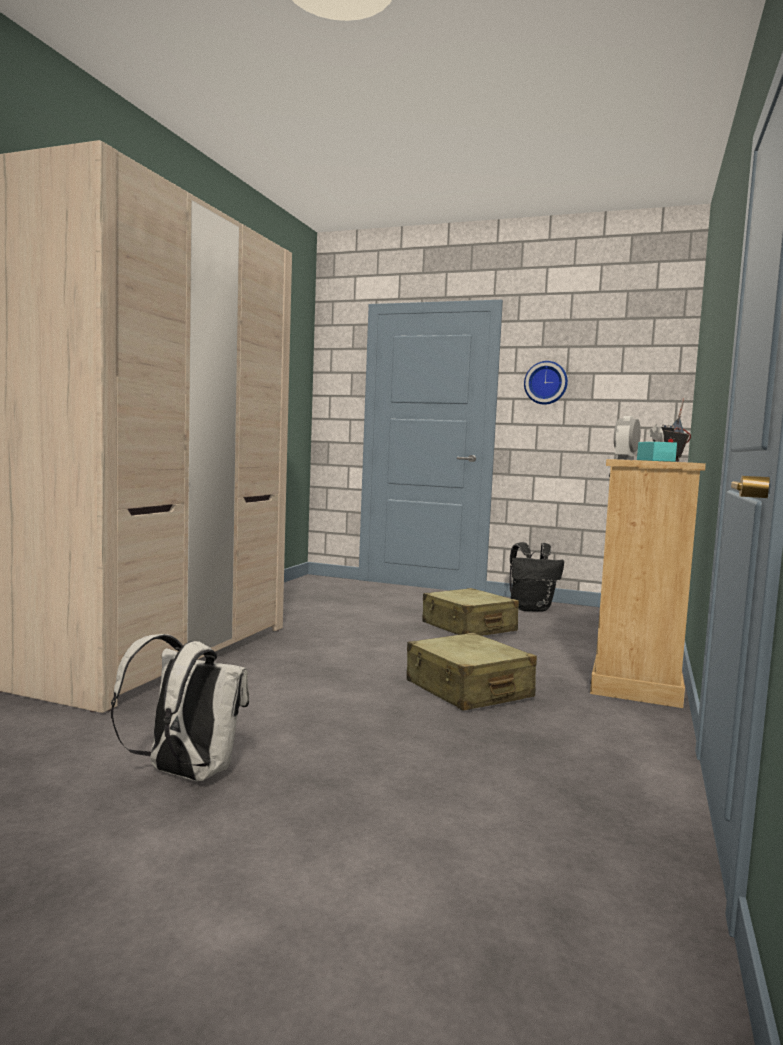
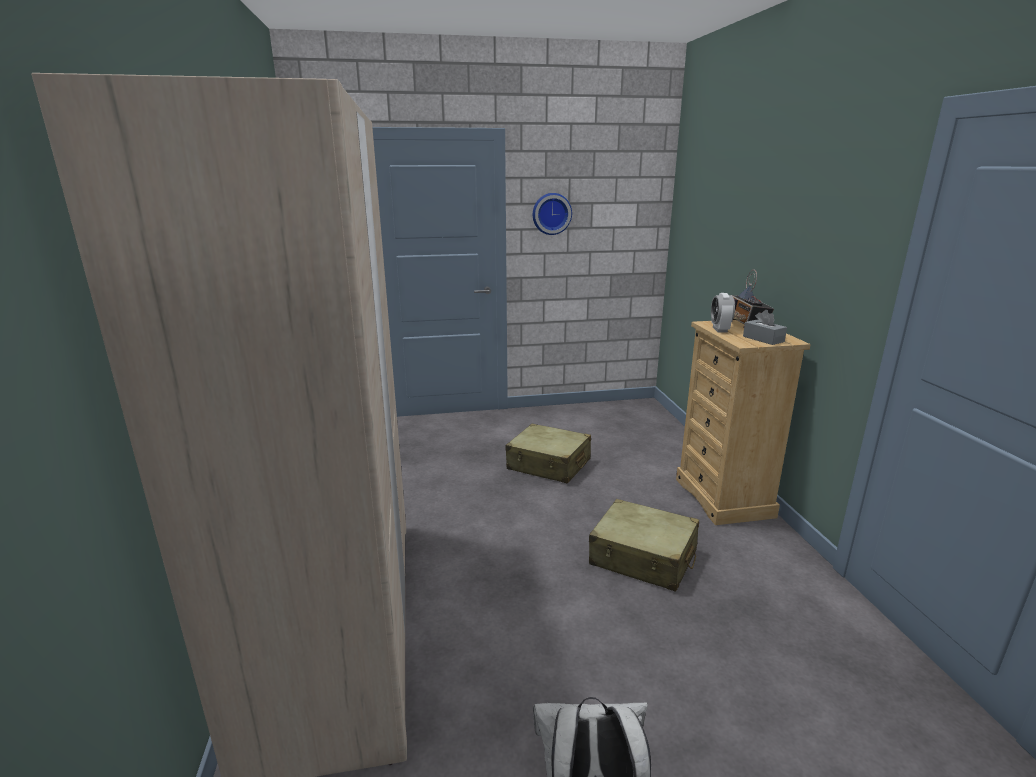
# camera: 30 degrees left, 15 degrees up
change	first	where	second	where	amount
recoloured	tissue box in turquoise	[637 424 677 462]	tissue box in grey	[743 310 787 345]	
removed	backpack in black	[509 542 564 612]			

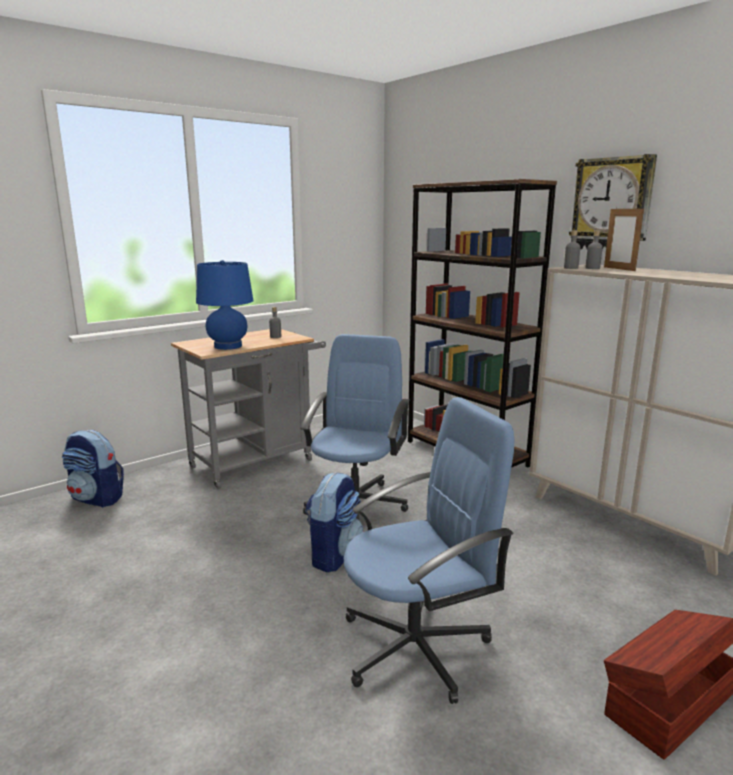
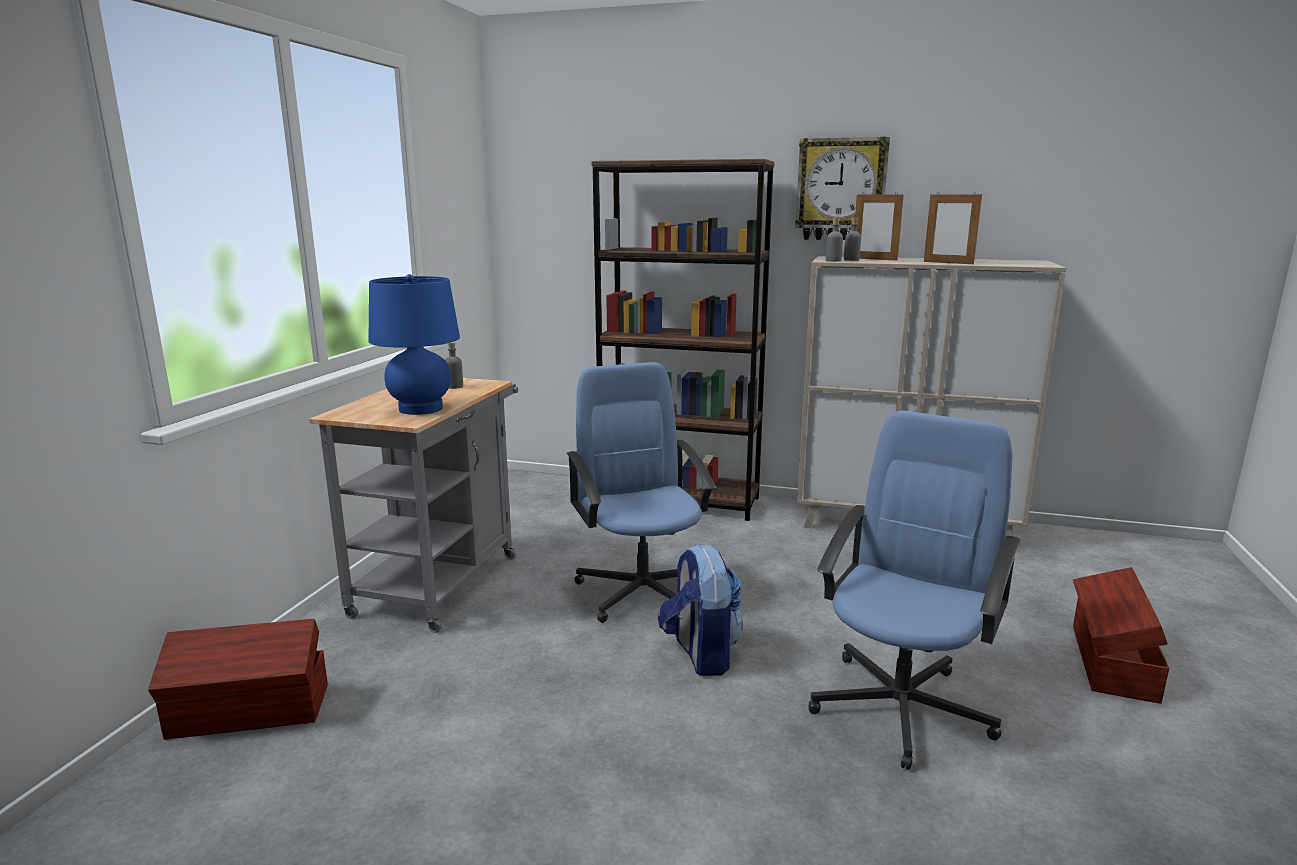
# camera: 35 degrees left, 0 degrees up
change	first	where	second	where	amount
replaced	backpack	[62 430 124 508]	storage box in brown	[148 619 328 740]	
added			picture frame	[924 192 982 264]	

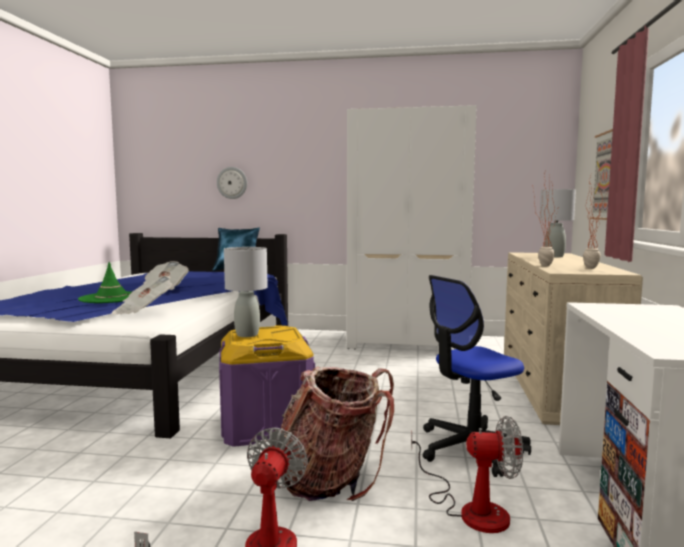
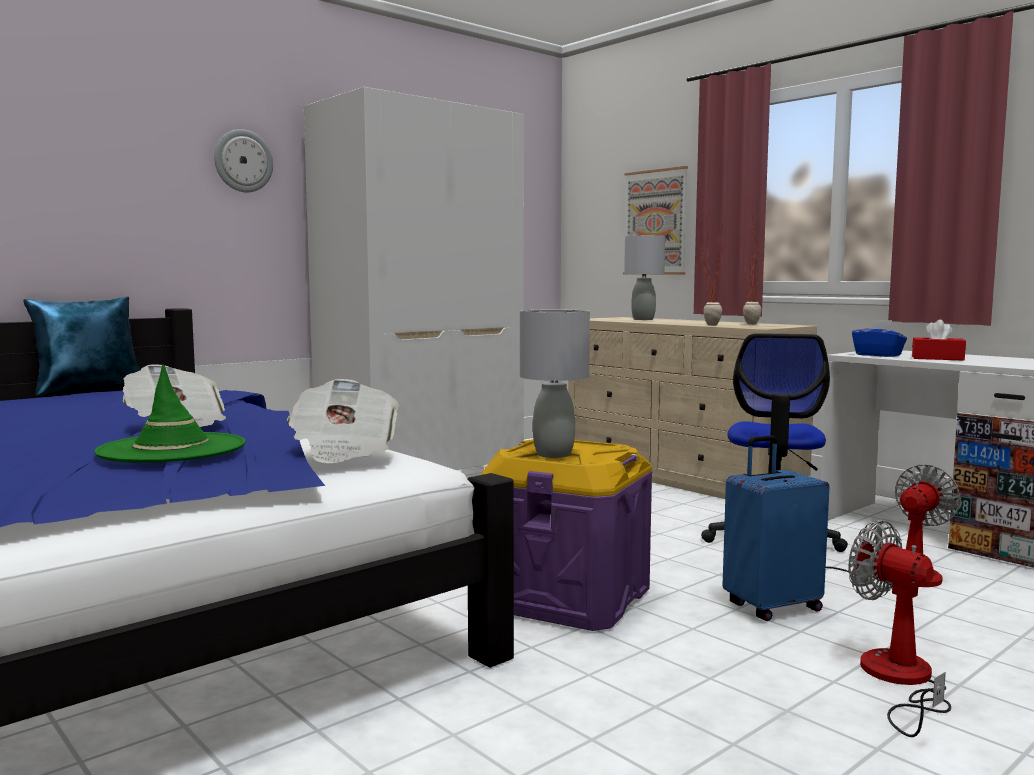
# camera: 50 degrees left, 0 degrees up
change	first	where	second	where	amount
moved	wall clock	[217 167 247 199]		[214 129 273 192]	
replaced	backpack	[281 367 394 501]	suitcase in blue	[722 435 829 621]	
added			tissue box in blue	[852 320 907 357]	
added			tissue box in red	[912 320 966 360]	

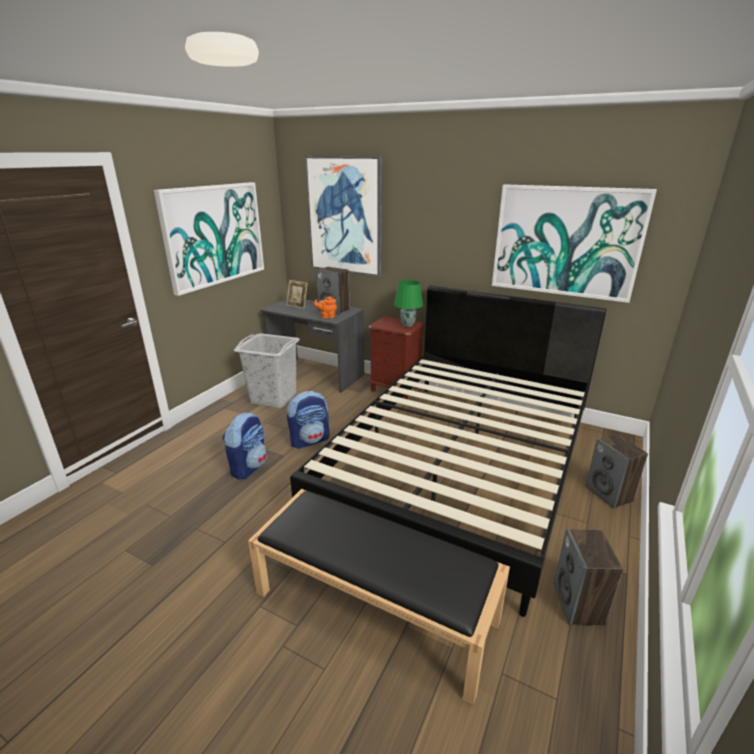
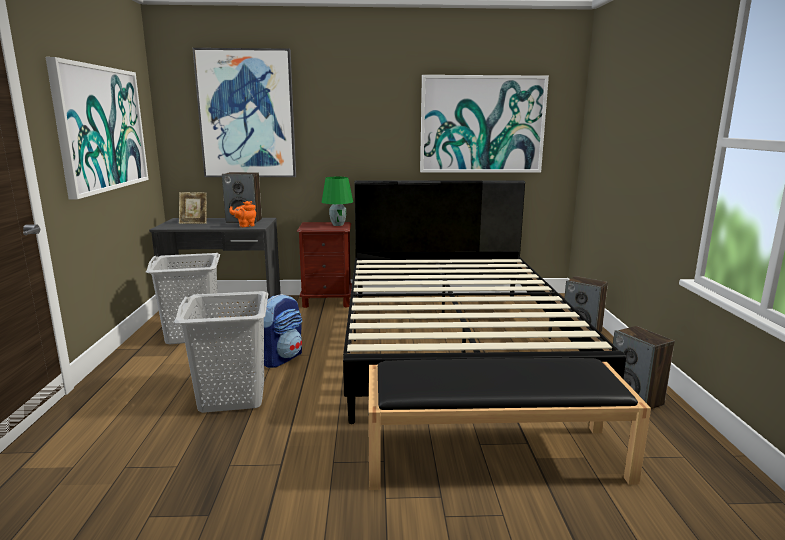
# camera: 30 degrees left, 10 degrees down
change	first	where	second	where	amount
replaced	backpack	[222 412 267 480]	laundry basket in grey	[174 291 268 413]	

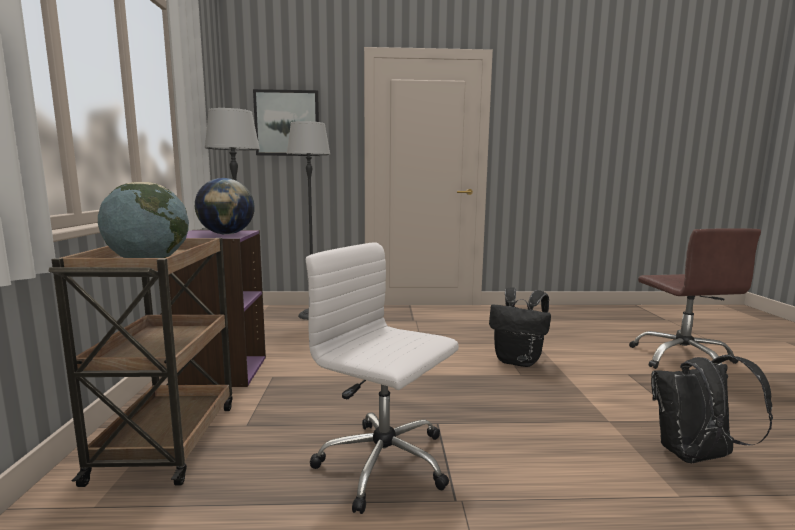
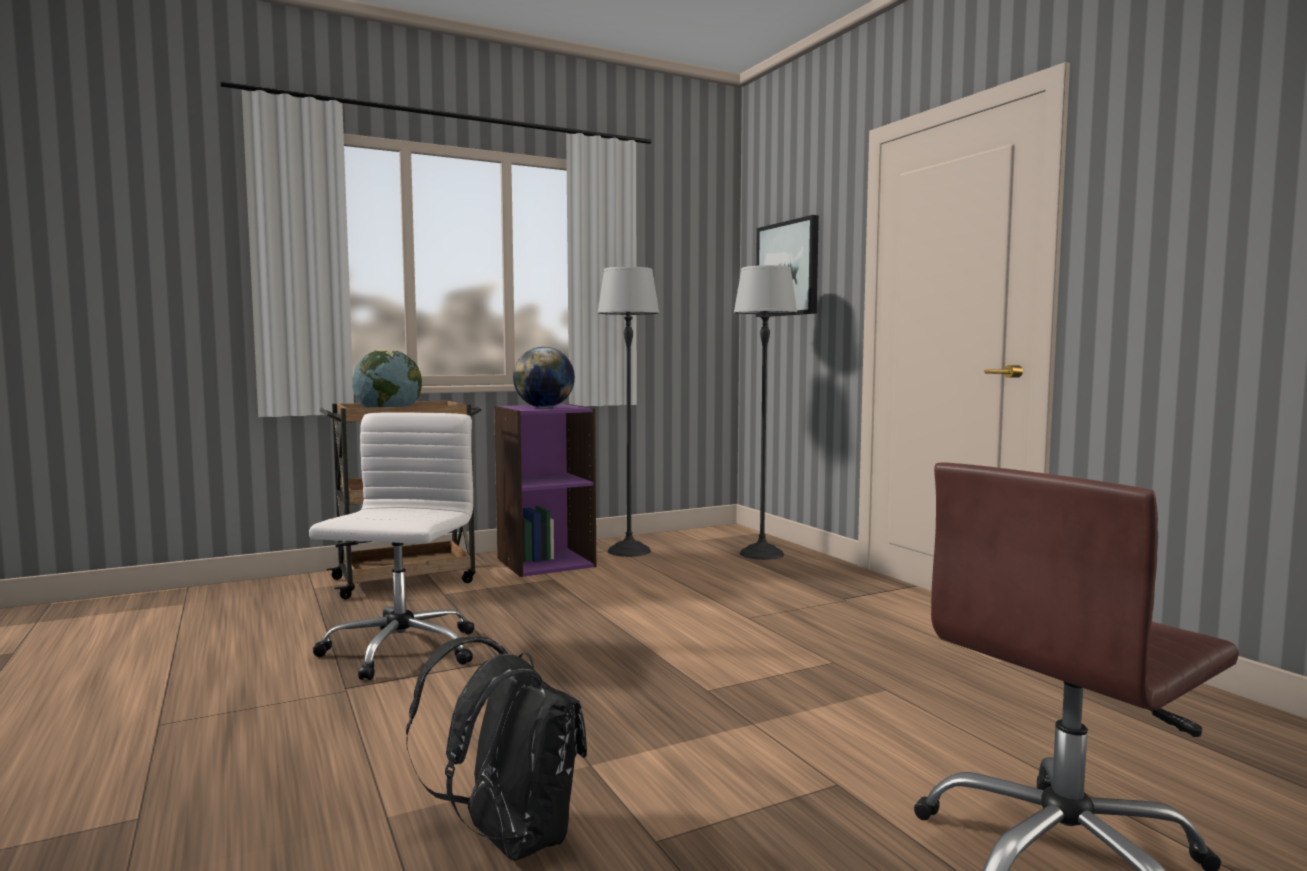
# camera: 65 degrees right, 5 degrees down
change	first	where	second	where	amount
removed	backpack in black	[489 287 551 367]			

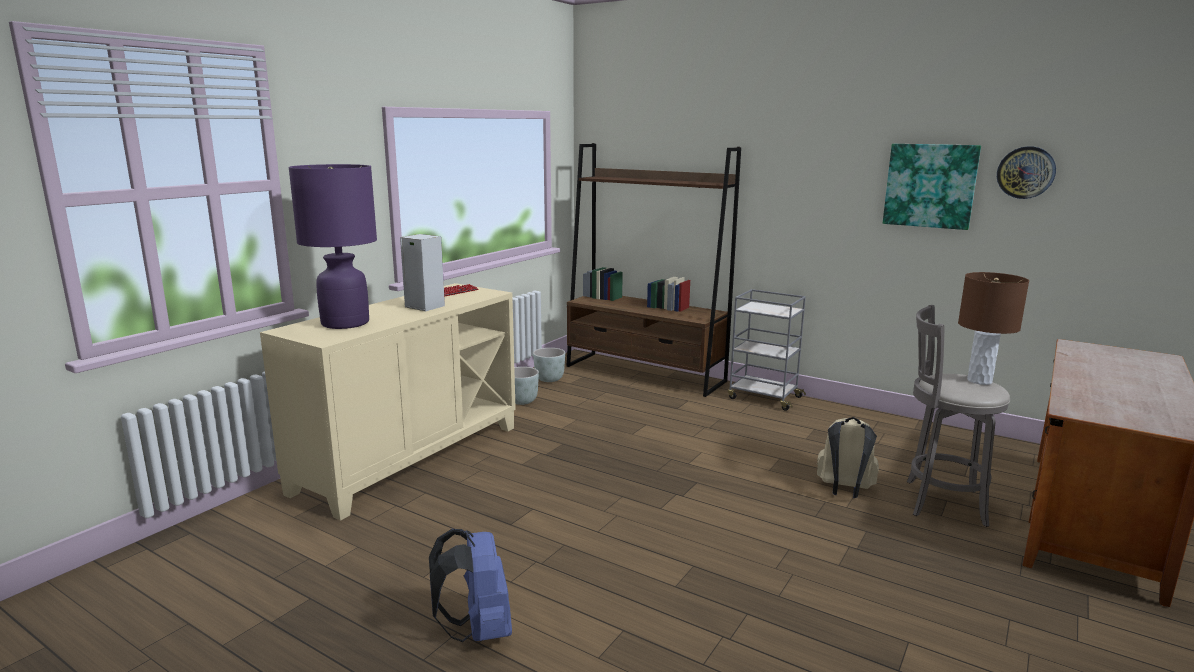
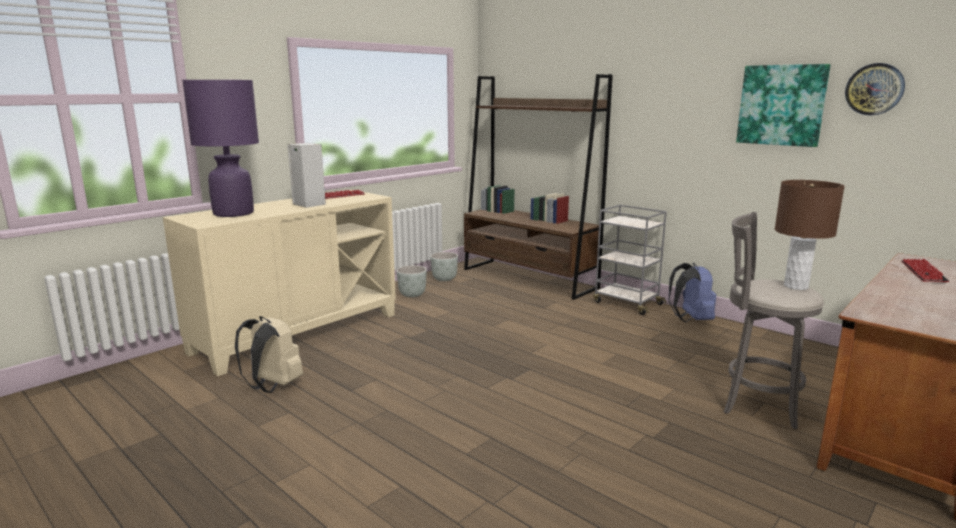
# camera: 10 degrees right, 0 degrees up
change	first	where	second	where	amount
moved	backpack in beige	[817 417 879 498]		[235 316 303 393]	
moved	backpack in blue	[429 529 512 642]		[669 262 716 322]	
added			keyboard	[901 259 949 283]	

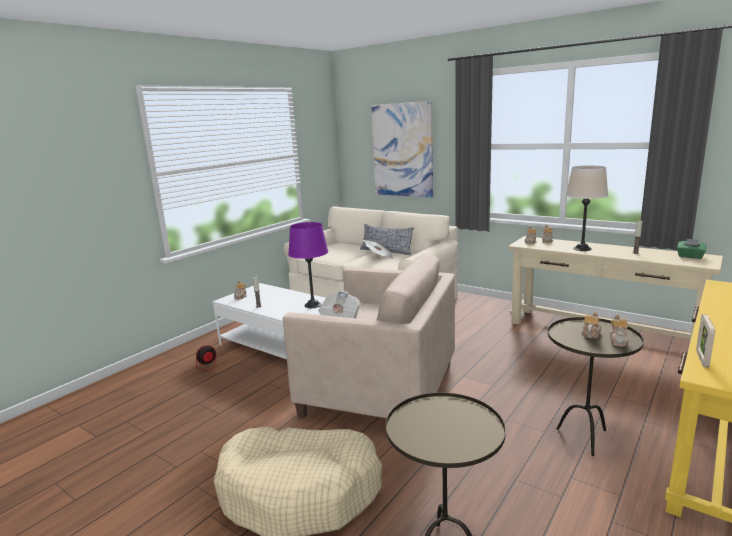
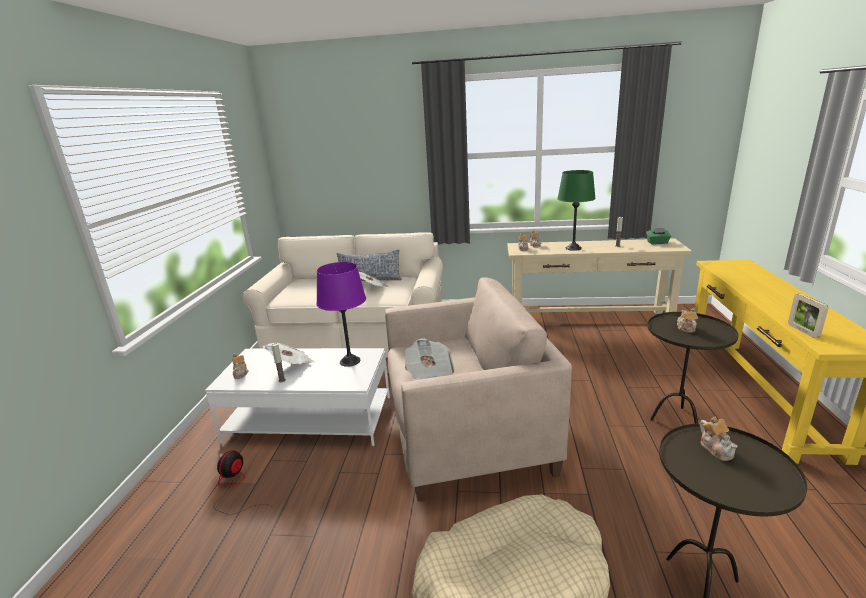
# camera: 30 degrees left, 5 degrees up
change	first	where	second	where	amount
removed	picture	[371 101 433 198]			
recoloured	table lamp in beige	[565 166 608 251]	table lamp in green	[557 170 596 251]	
moved	teapot	[610 315 628 347]		[700 417 738 461]	
added			newspaper	[263 343 315 365]	

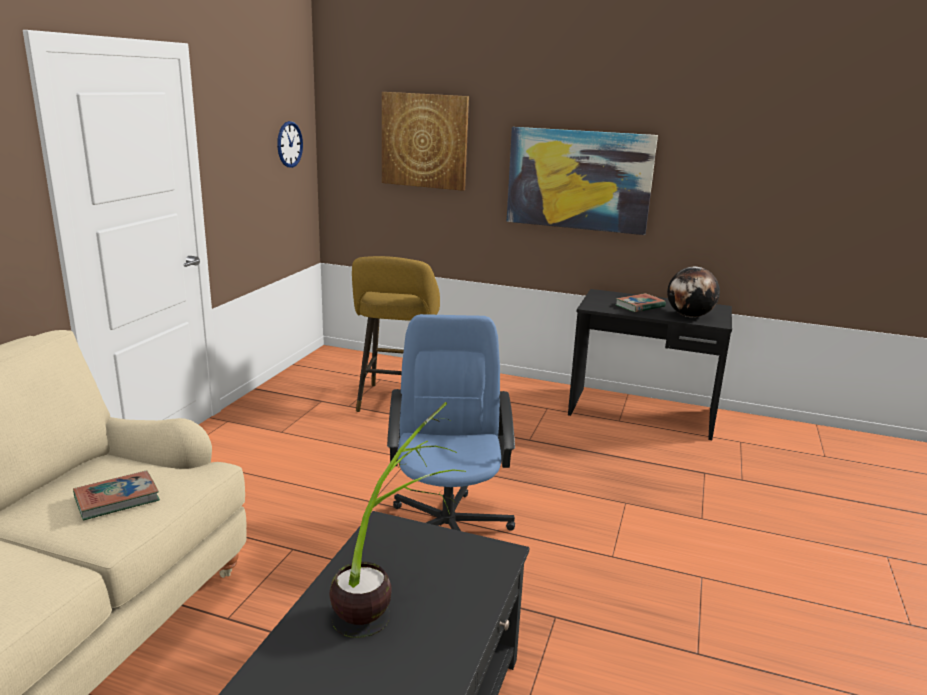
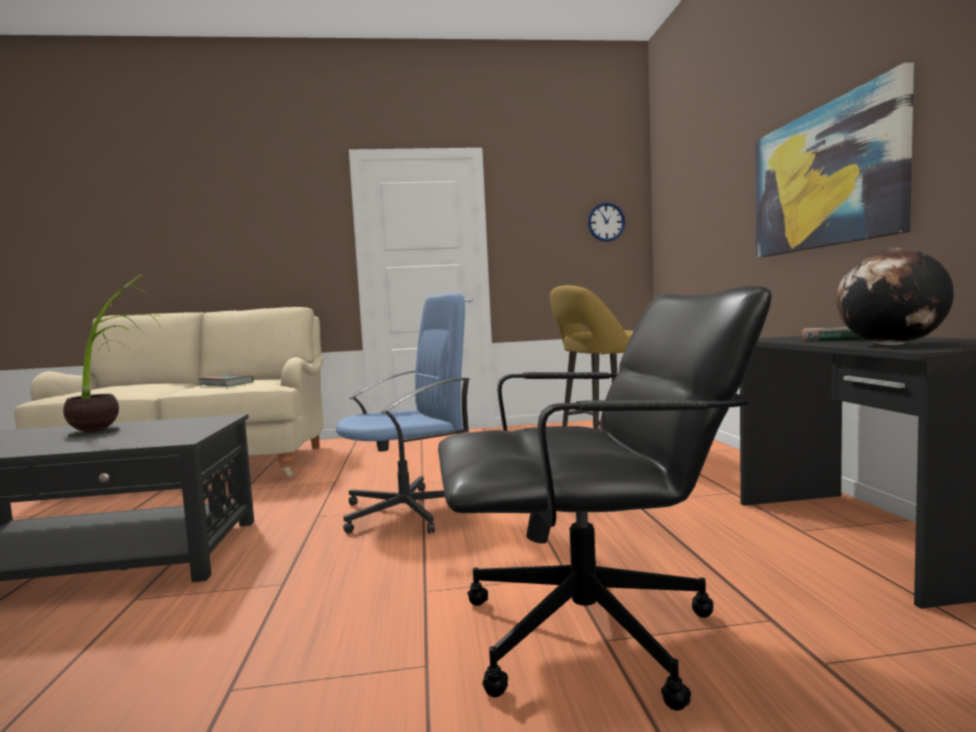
# camera: 65 degrees right, 15 degrees down
change	first	where	second	where	amount
removed	picture	[382 92 469 191]			
added			office chair in black	[438 286 771 711]	

